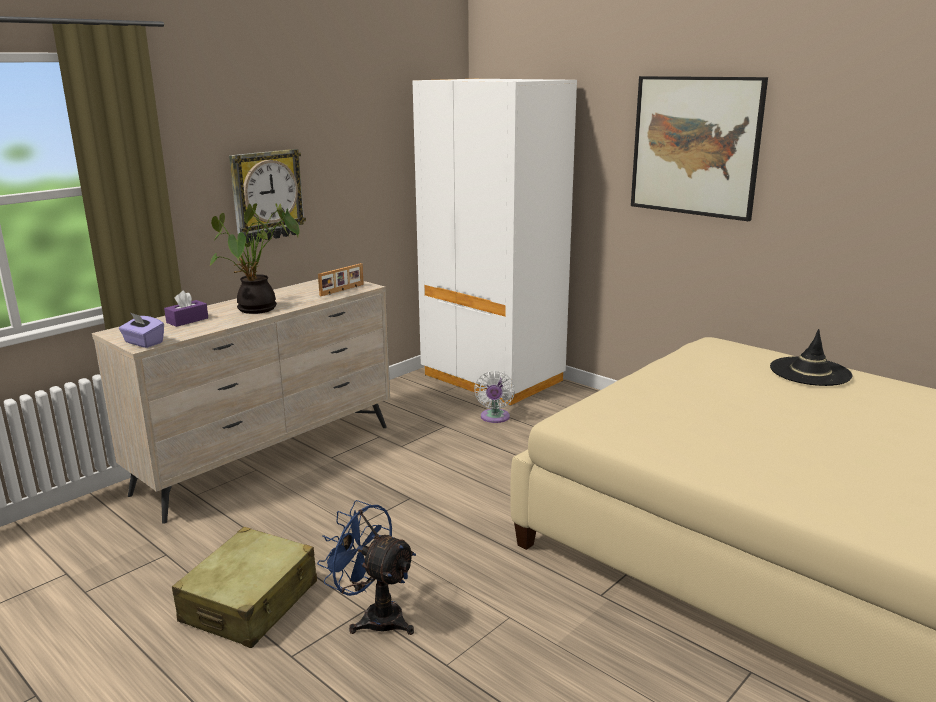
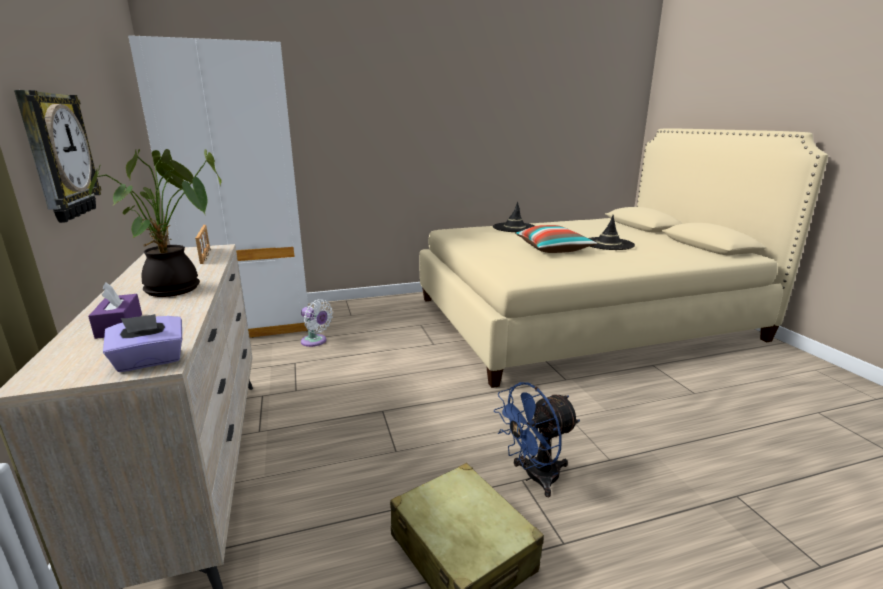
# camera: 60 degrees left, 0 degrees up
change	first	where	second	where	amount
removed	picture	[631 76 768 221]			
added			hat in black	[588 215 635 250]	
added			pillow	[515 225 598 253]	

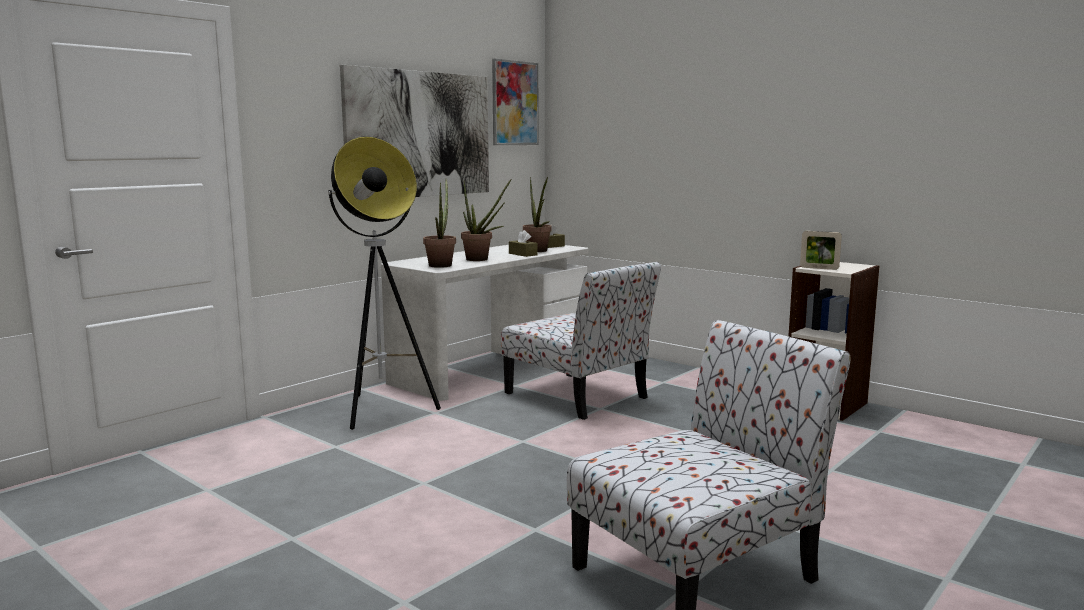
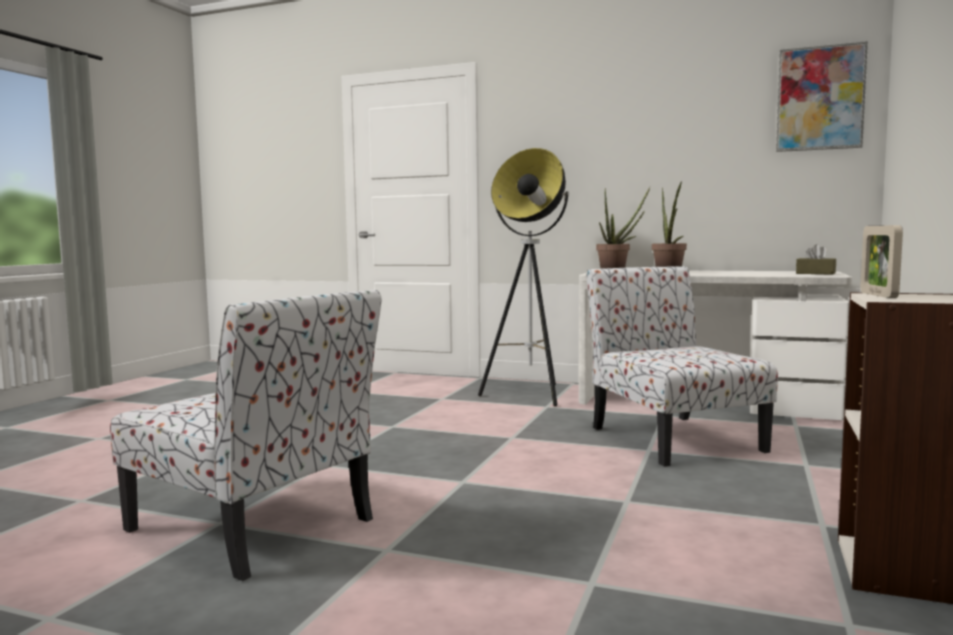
# camera: 70 degrees right, 5 degrees down
change	first	where	second	where	amount
removed	picture	[340 65 489 197]			
removed	potted plant	[523 177 552 252]			
removed	tissue box in brown	[509 230 538 257]			
turned	chair	[501 262 661 420]		[586 266 778 467]	135 degrees clockwise

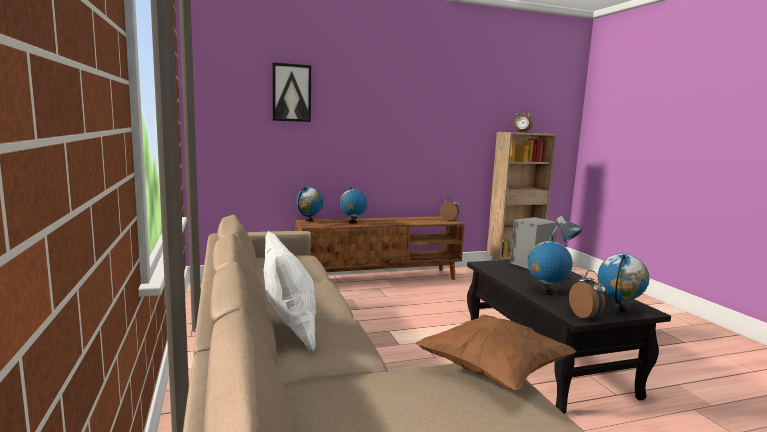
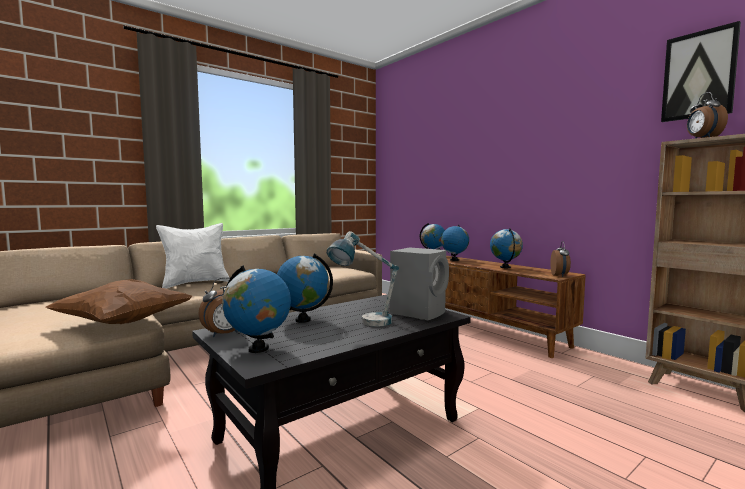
# camera: 70 degrees right, 5 degrees down
change	first	where	second	where	amount
moved	picture	[272 63 311 122]		[661 21 741 122]	
added			globe	[490 228 523 268]	

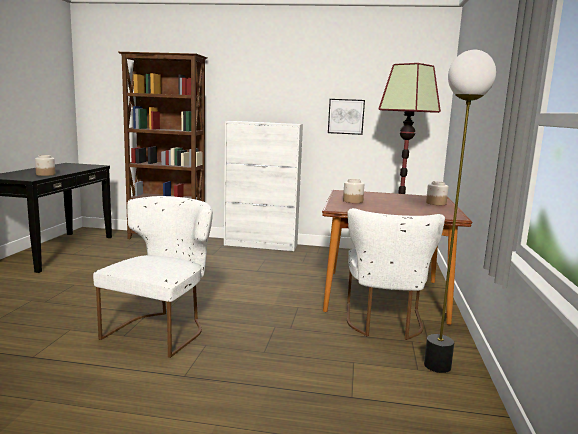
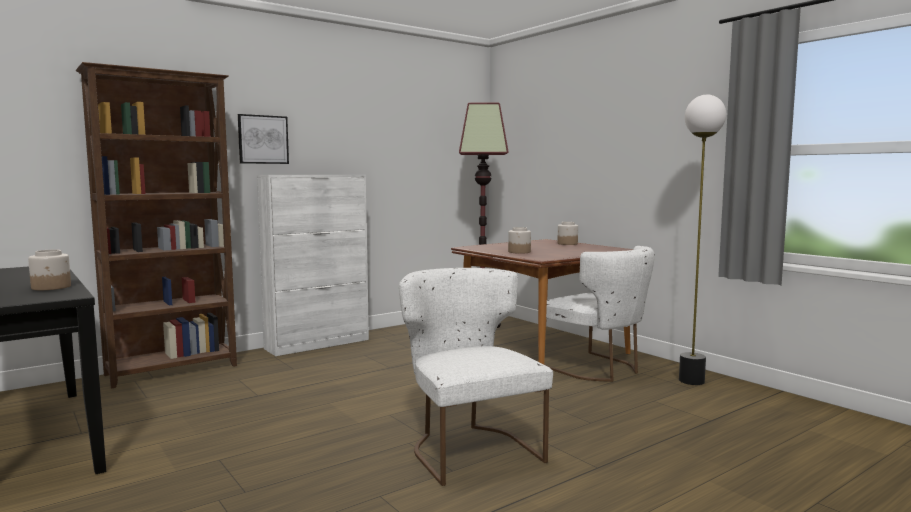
# camera: 45 degrees left, 5 degrees down
change	first	where	second	where	amount
moved	picture	[328 99 365 135]		[238 114 289 164]	

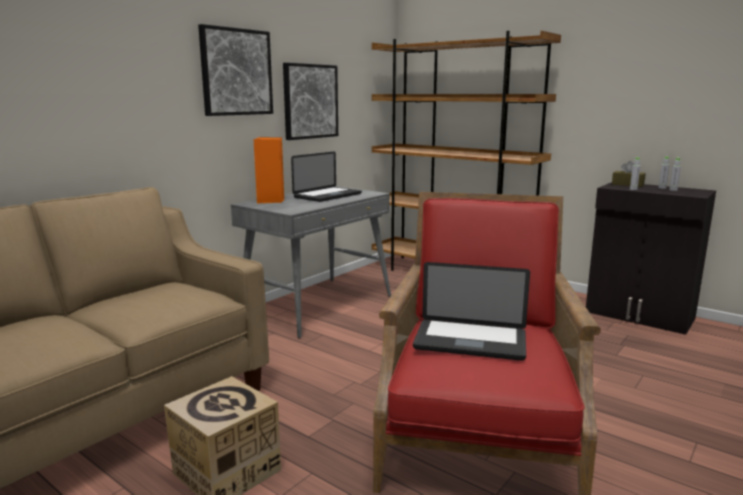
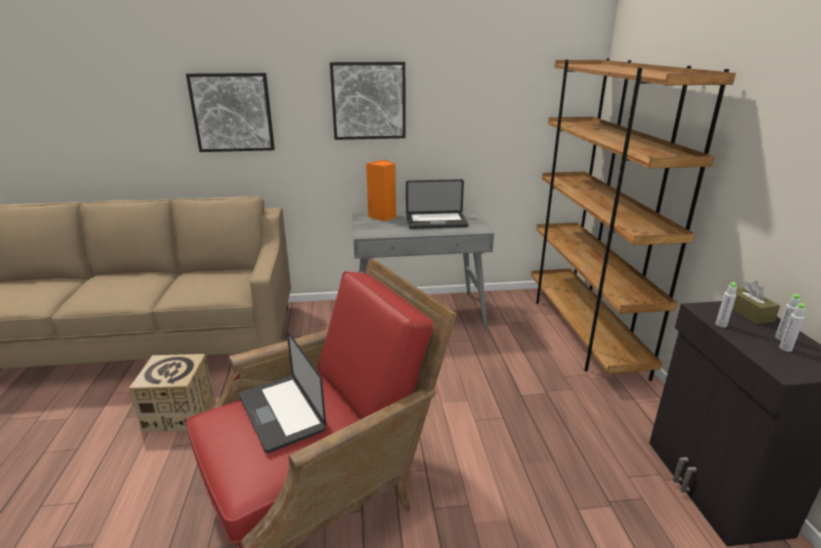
# camera: 45 degrees right, 10 degrees up
change	first	where	second	where	amount
moved	picture	[283 63 338 140]		[186 73 275 152]	

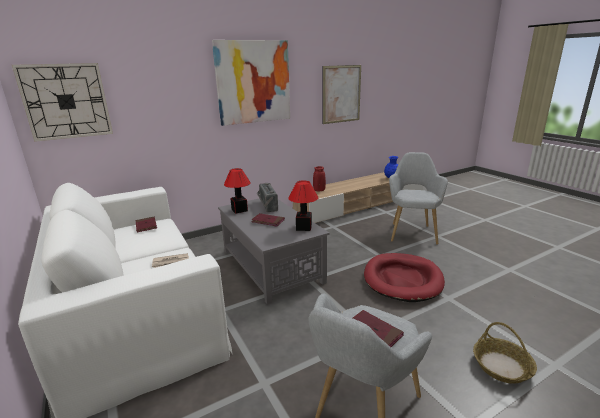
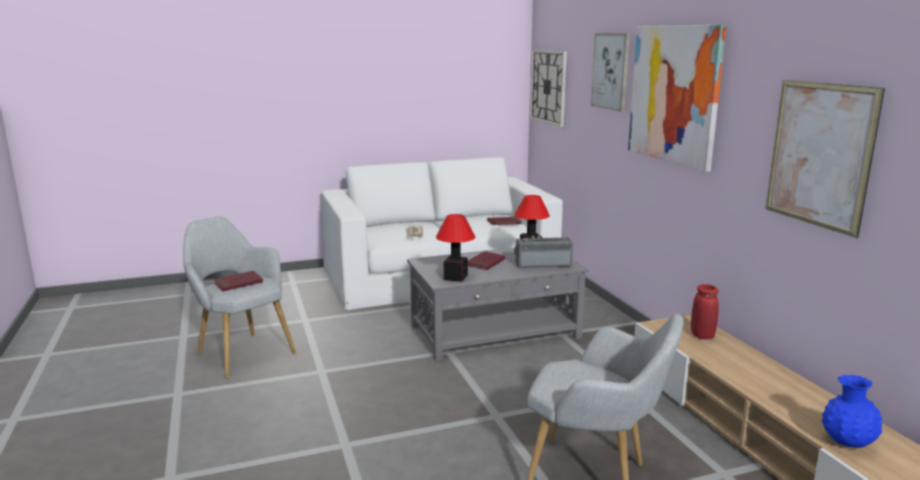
# camera: 100 degrees right, 5 degrees down
change	first	where	second	where	amount
removed	dog bed in red	[364 253 445 302]			
removed	basket	[473 322 537 384]			
added			picture	[591 33 630 112]	

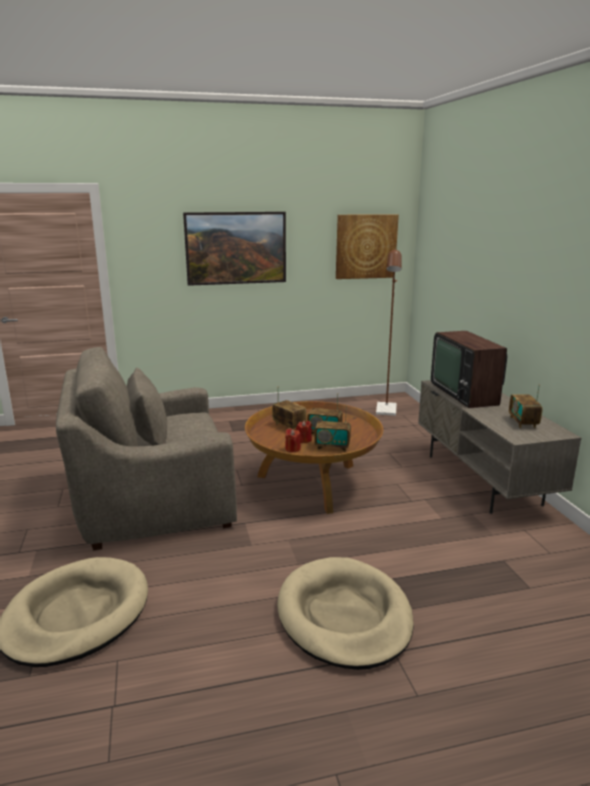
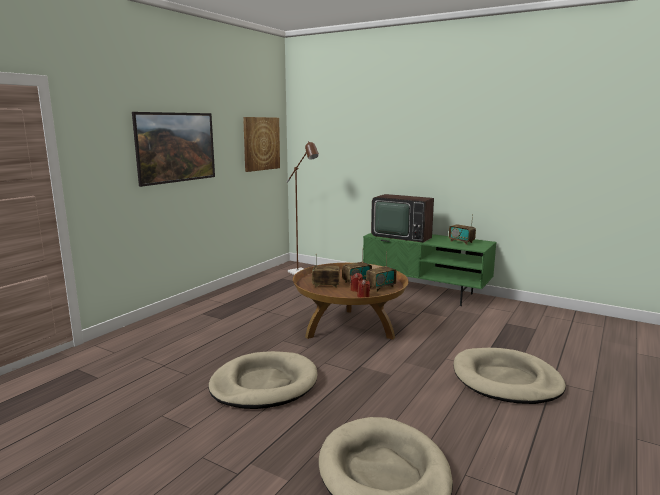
# camera: 45 degrees left, 5 degrees down
change	first	where	second	where	amount
replaced	armchair in grey	[56 347 237 550]	dog bed in beige	[209 351 318 409]	
recoloured	tv stand in grey	[418 380 581 514]	tv stand in green	[363 233 497 306]	

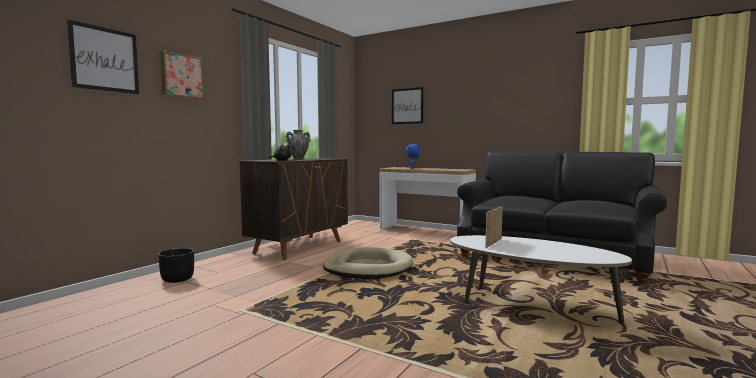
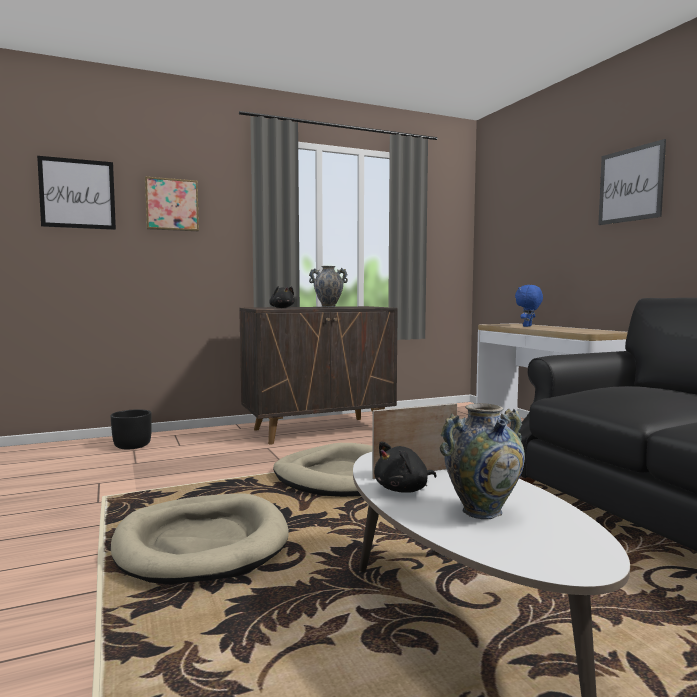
# camera: 35 degrees right, 0 degrees up
change	first	where	second	where	amount
moved	picture	[392 87 424 124]		[598 139 666 225]	
added			vase	[440 403 525 519]	
added			plush toy in black	[374 441 437 493]	
added			dog bed in beige	[111 493 289 585]	

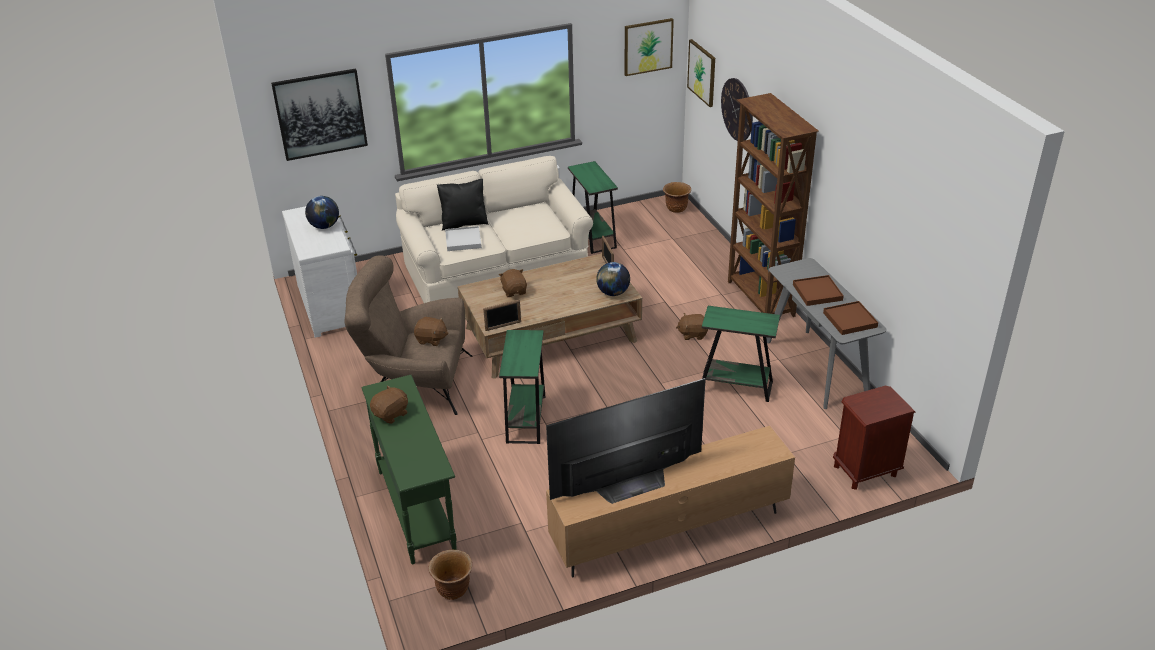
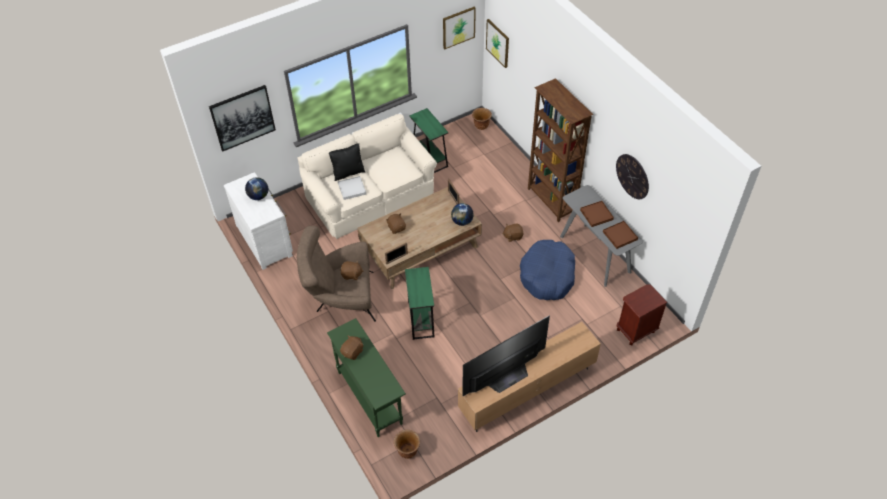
# camera: 10 degrees left, 15 degrees up
change	first	where	second	where	amount
moved	wall clock	[721 78 753 141]		[616 154 649 199]	
replaced	side table in green	[702 306 780 402]	dog bed in blue	[520 240 575 300]	

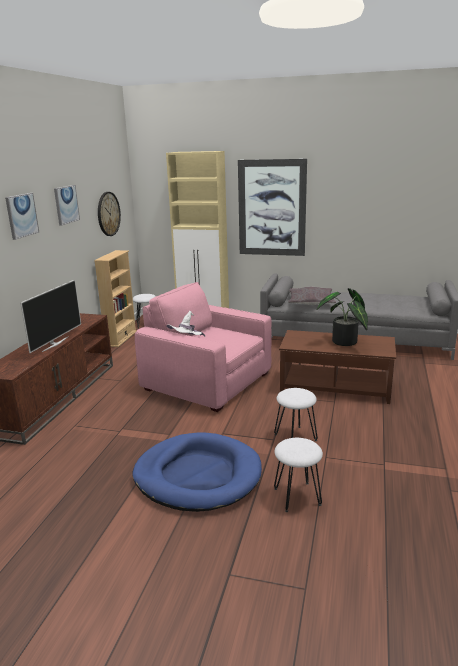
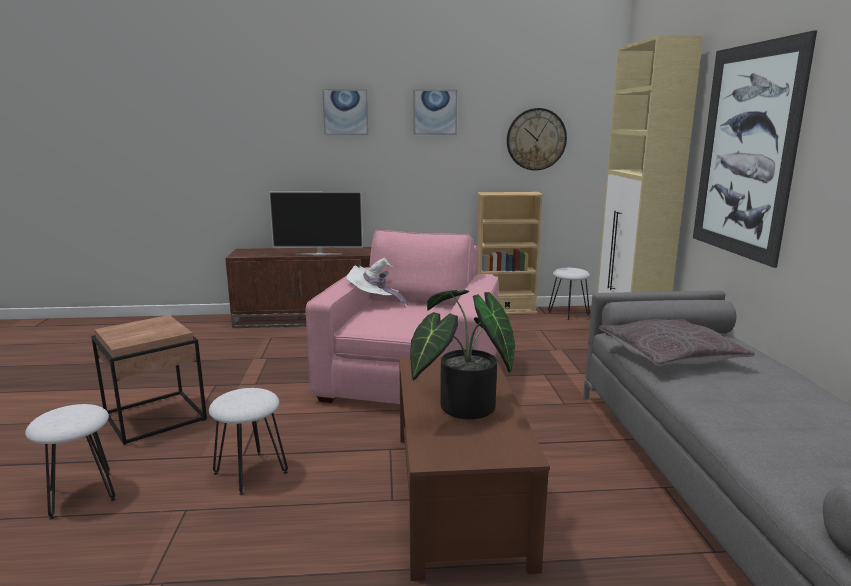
# camera: 70 degrees right, 5 degrees down
change	first	where	second	where	amount
replaced	dog bed in blue	[132 432 262 512]	side table in brown	[91 315 207 445]	

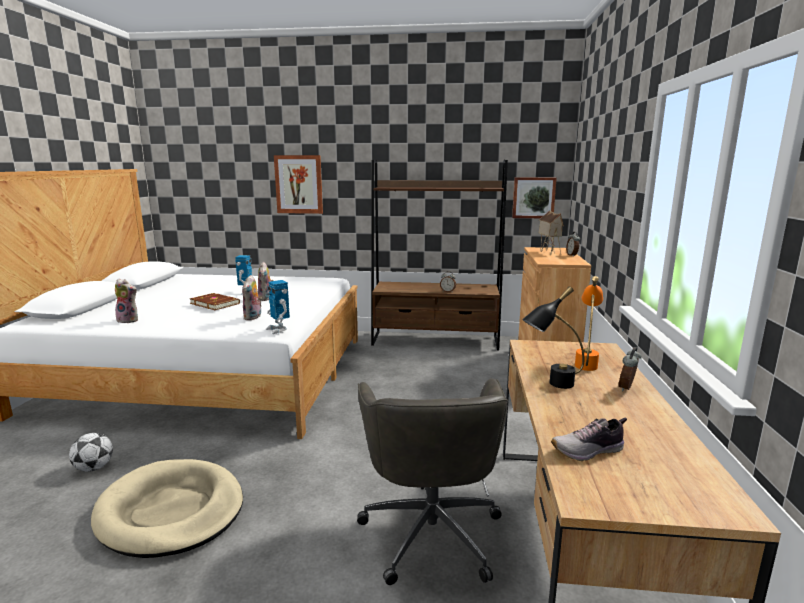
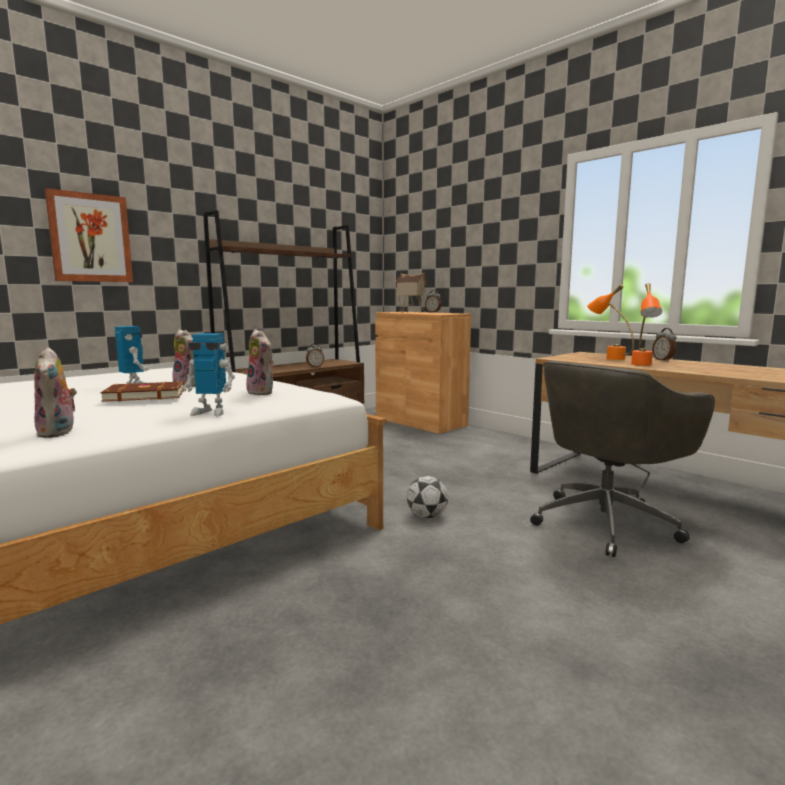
# camera: 50 degrees left, 5 degrees down
change	first	where	second	where	amount
removed	picture	[512 177 557 218]			
turned	plush toy	[115 279 138 323]		[34 347 77 438]	105 degrees clockwise
moved	toy robot	[266 280 290 334]		[183 333 235 417]	
recoloured	table lamp in black	[522 286 584 389]	table lamp in orange	[631 283 662 366]	
turned	office chair in grey	[357 378 509 585]		[530 361 715 557]	105 degrees clockwise
removed	shoe	[551 418 627 461]			
moved	football	[69 433 113 472]		[407 476 448 518]	
removed	dog bed in beige	[91 459 243 558]			

